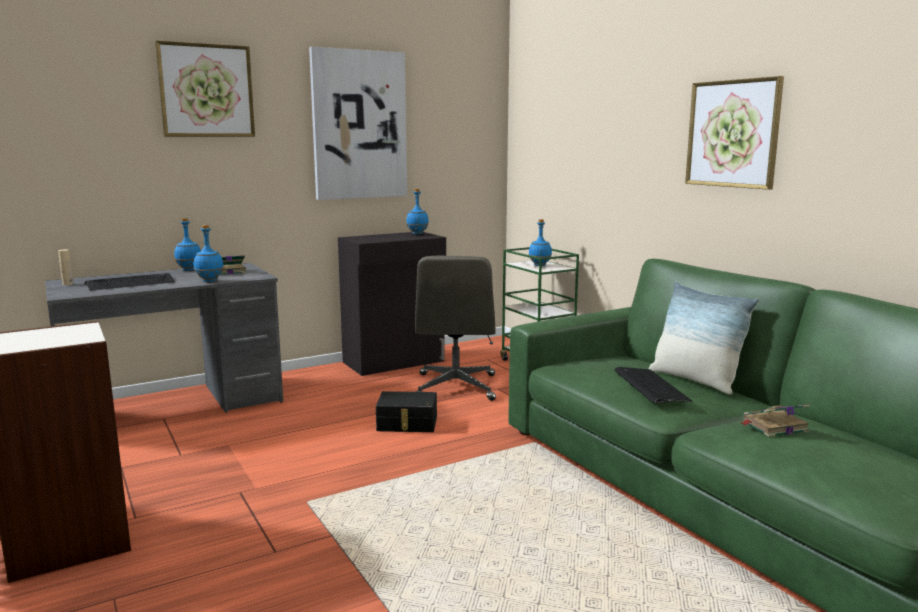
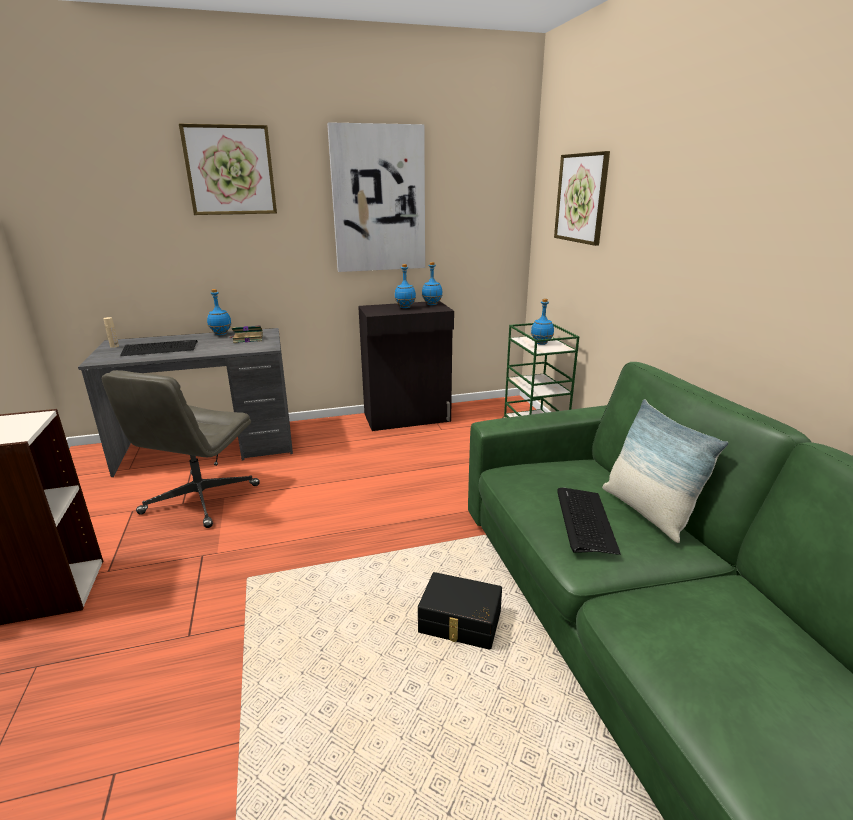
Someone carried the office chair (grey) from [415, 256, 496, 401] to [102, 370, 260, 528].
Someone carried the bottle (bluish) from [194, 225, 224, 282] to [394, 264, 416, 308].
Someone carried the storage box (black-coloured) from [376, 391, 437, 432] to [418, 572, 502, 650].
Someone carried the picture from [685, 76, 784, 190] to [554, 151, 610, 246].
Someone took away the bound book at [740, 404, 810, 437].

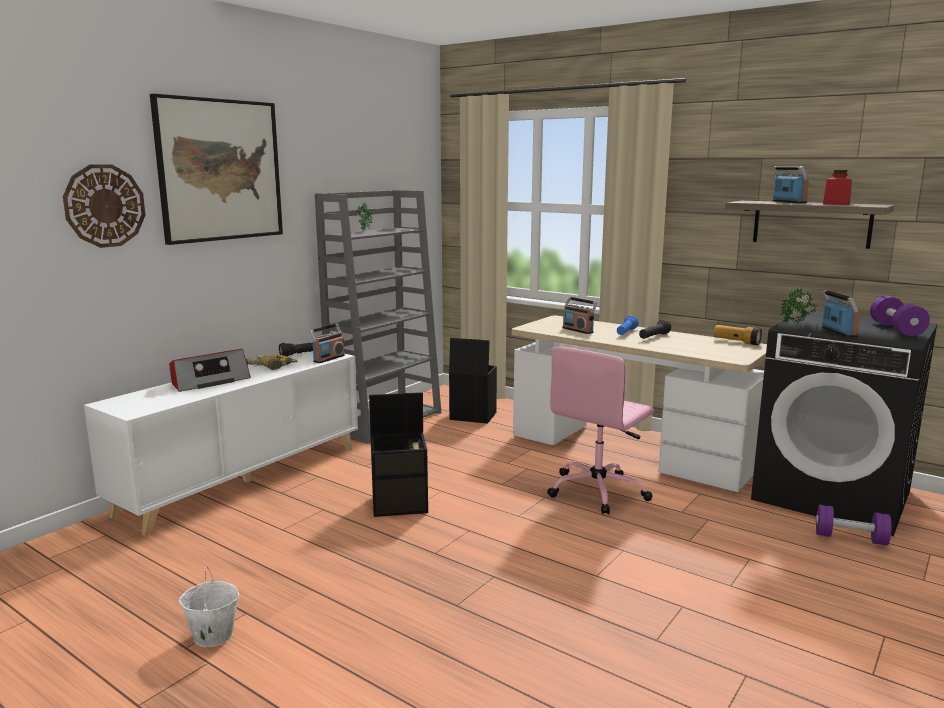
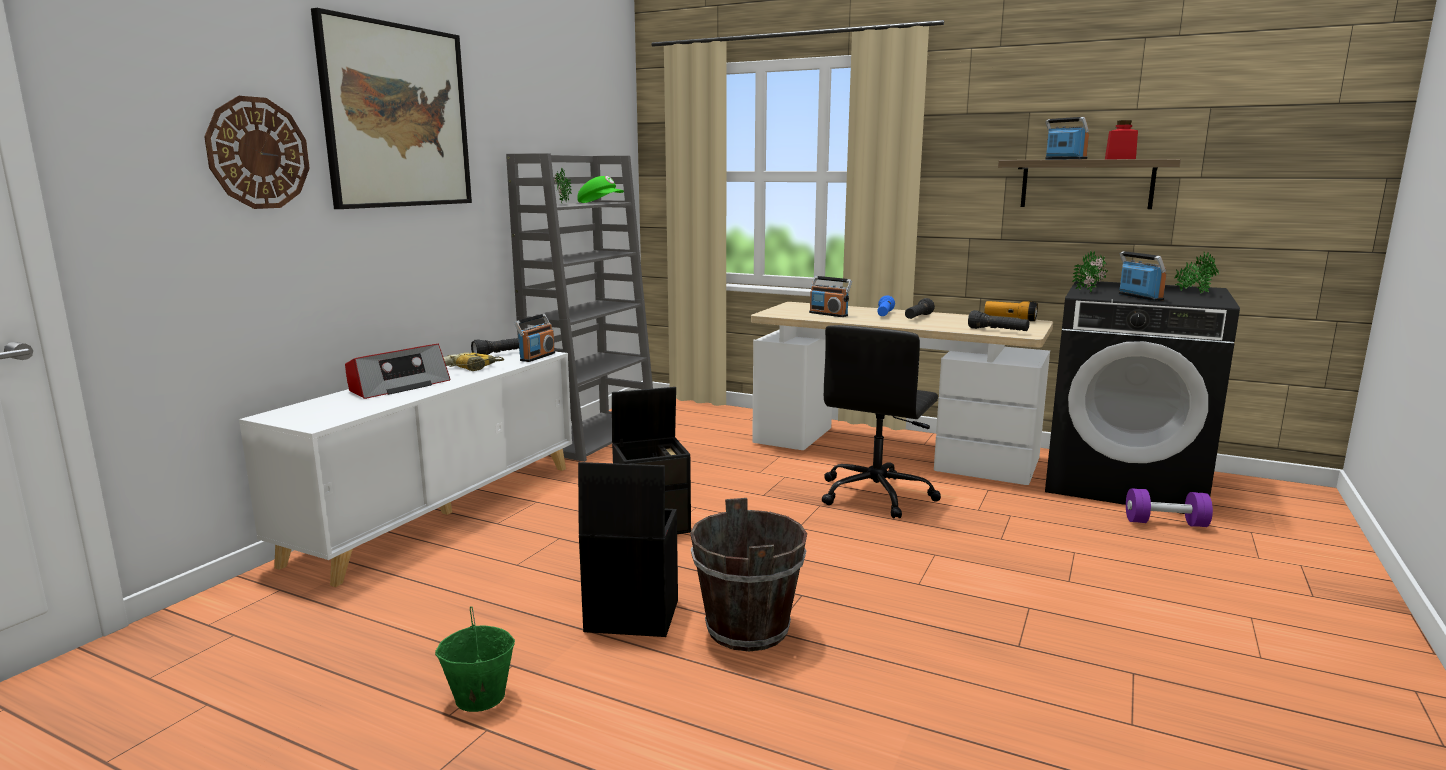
Someone repainted the pail (whitish) at [179, 567, 239, 647], which became the pail (greenish) at [435, 606, 515, 712].
Someone put down the peaked cap (greenish) at [577, 176, 624, 203].
Someone carried the storage box (black-coloured) from [449, 338, 497, 424] to [578, 462, 678, 637].
Someone put down the pail (brown) at [690, 498, 807, 651].
Someone repainted the office chair (pinkish) at [547, 347, 654, 514], which became the office chair (black-coloured) at [822, 325, 941, 519].
Someone put down the flashlight (black-coloured) at [968, 310, 1029, 331].
Someone swapped the free weight (purplish) at [870, 296, 930, 336] for the plant in a pot at [1174, 251, 1219, 294].

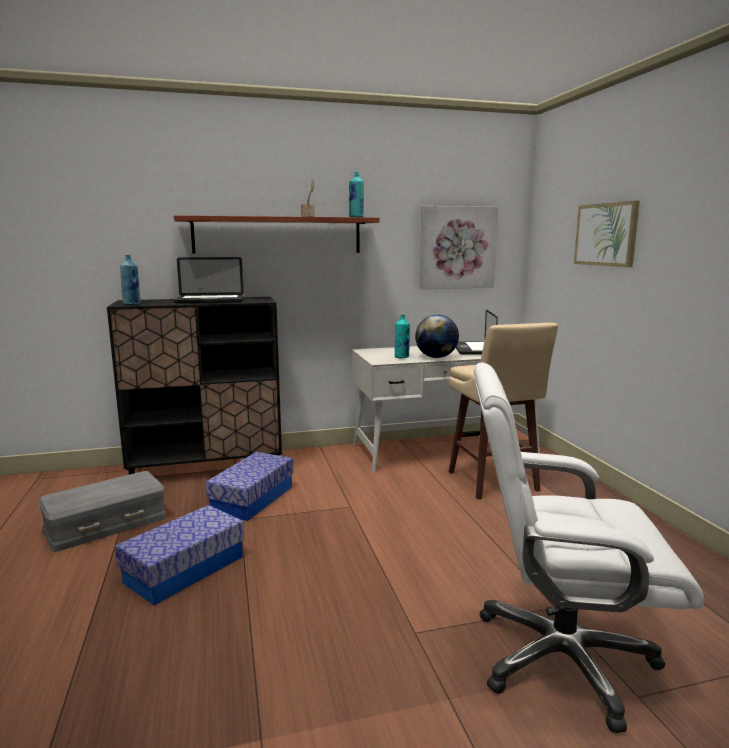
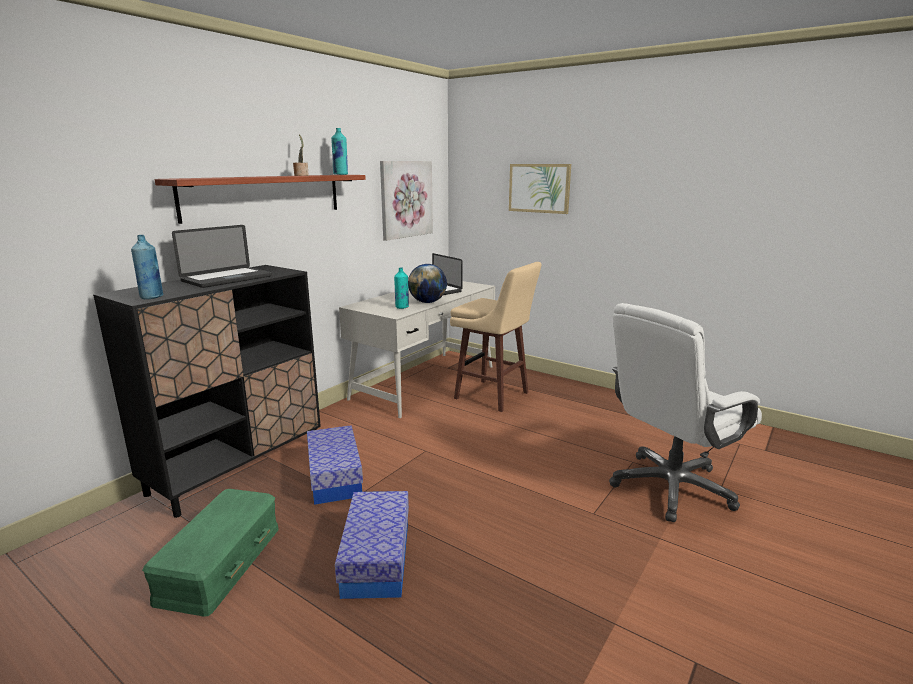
Someone repainted the storage box (grey) at [38, 471, 166, 552], which became the storage box (greenish) at [142, 489, 279, 617].

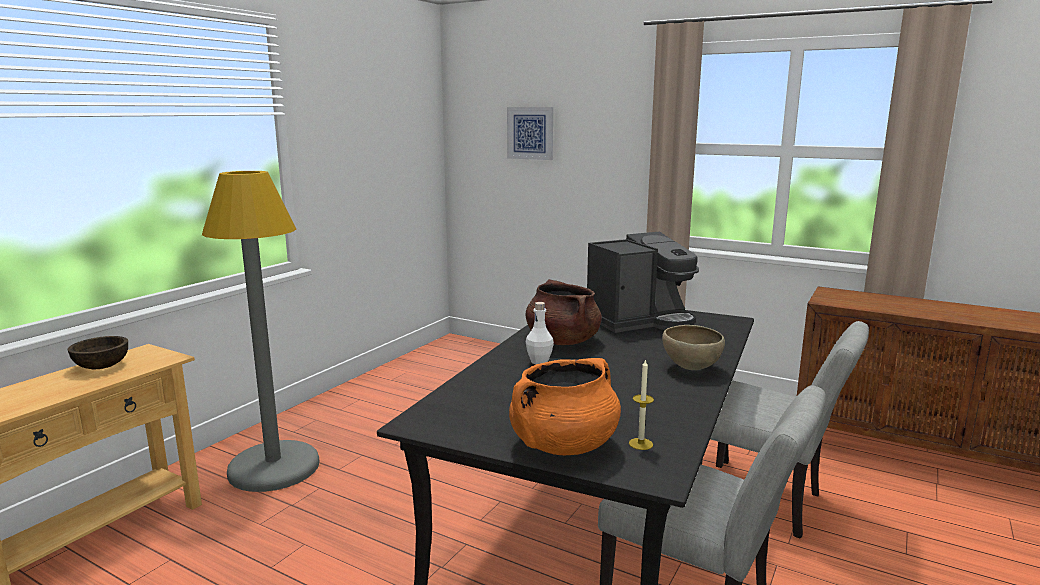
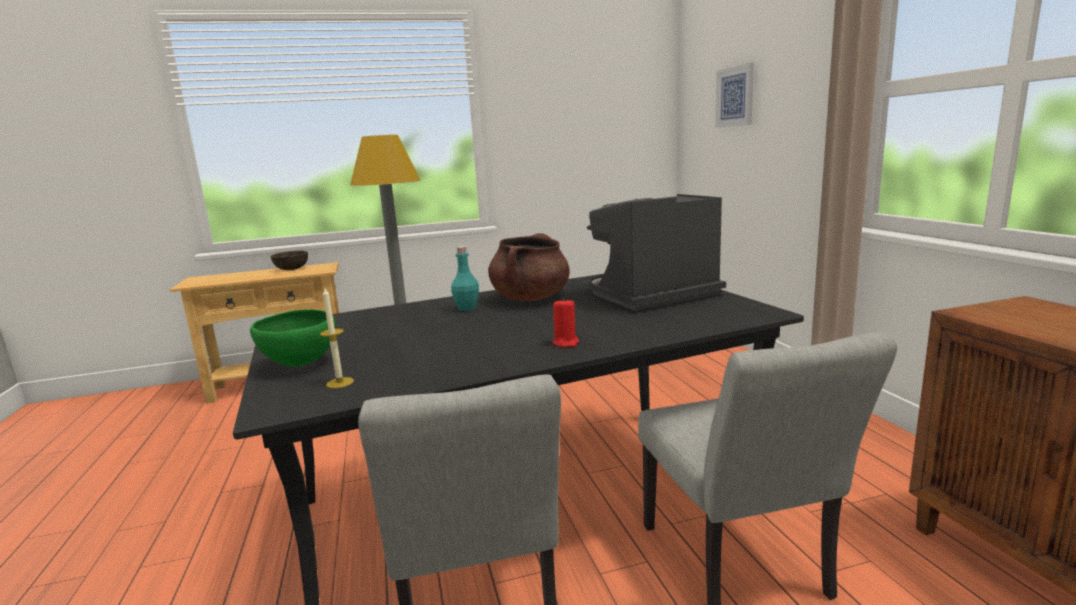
Someone swapped the cooking pot (orangey) at [509, 358, 621, 455] for the bowl (greenish) at [250, 309, 336, 367].
Someone repainted the bottle (whitish) at [526, 302, 554, 364], which became the bottle (turquoise) at [451, 246, 479, 311].
Someone swapped the bowl (brown) at [662, 325, 725, 370] for the wax light (reddish) at [552, 298, 579, 348].
Someone rotated the coffee machine at [587, 232, 699, 333] by 135 degrees clockwise.

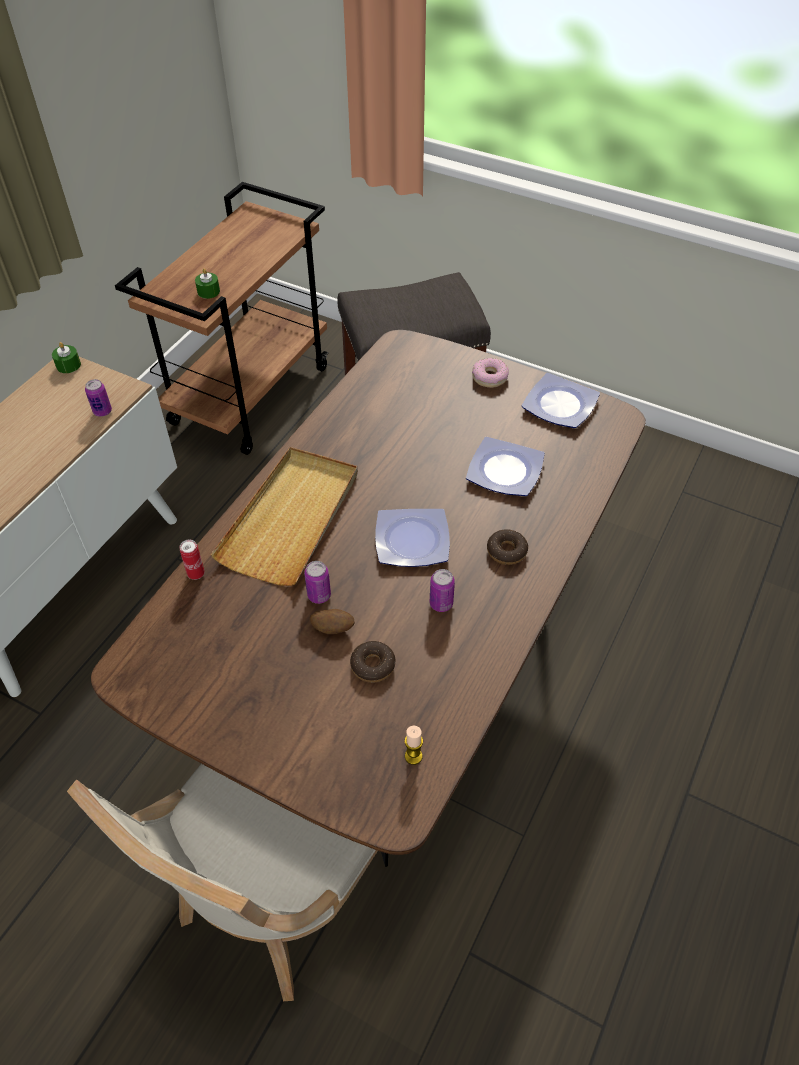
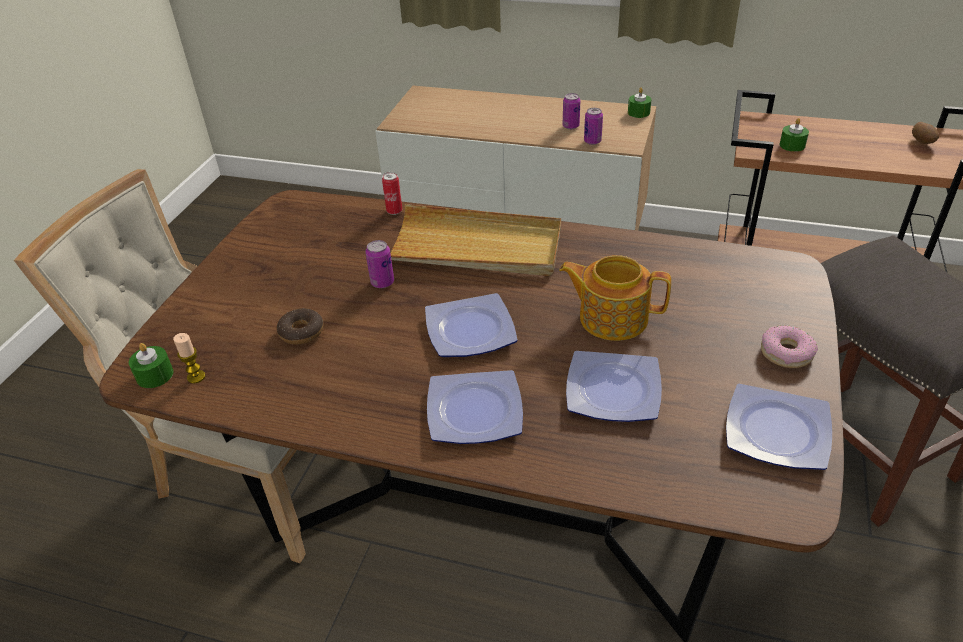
Someone put down the wax light (greenish) at [129, 343, 173, 388].
Someone swapped the ring doughnut at [487, 529, 528, 565] for the flat dish at [427, 370, 523, 444].
Someone put down the teapot at [559, 255, 671, 341].
Someone carried the can from [430, 569, 455, 612] to [563, 93, 580, 129].
Someone carried the spud from [310, 609, 355, 634] to [912, 122, 939, 144].

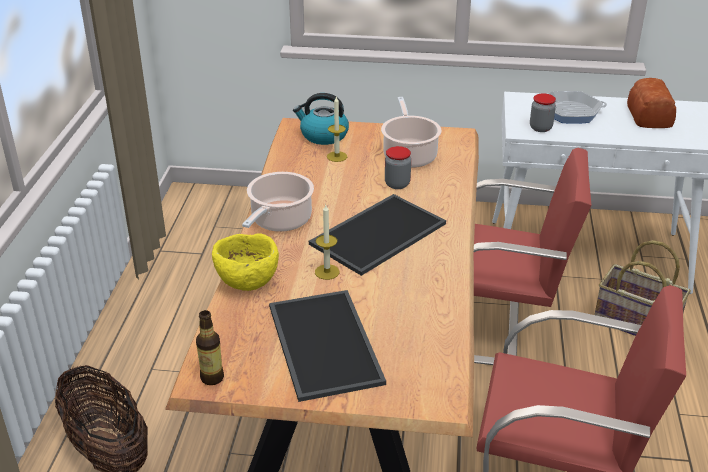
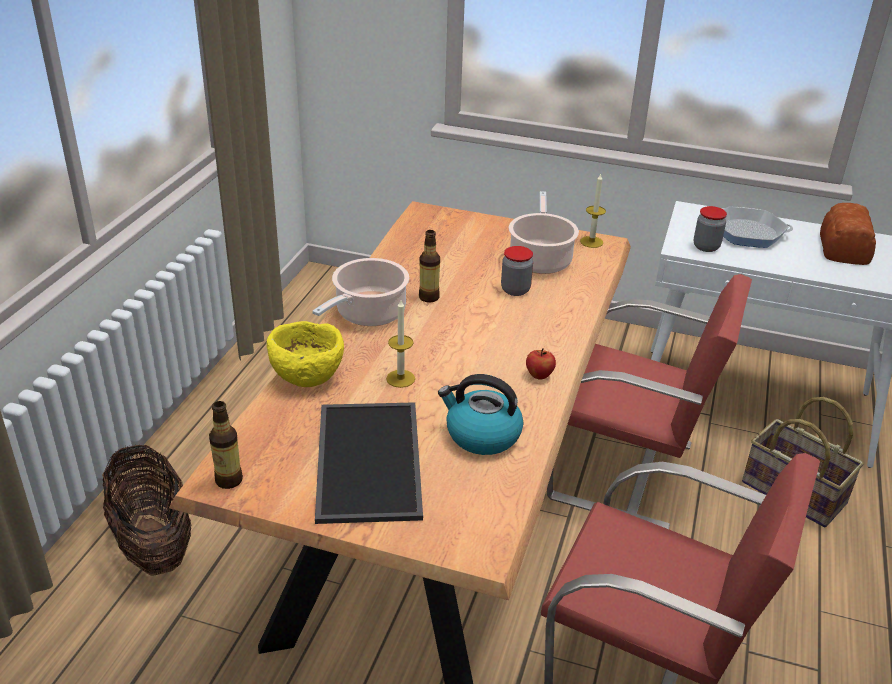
Someone put down the bottle at [419, 230, 440, 303].
Someone carried the water kettle from [293, 93, 349, 145] to [438, 374, 523, 455].
Someone put down the whole apple at [526, 348, 556, 379].
Someone carried the wax light from [327, 97, 347, 162] to [580, 174, 606, 248].
Someone took away the serving tray at [309, 194, 446, 276].

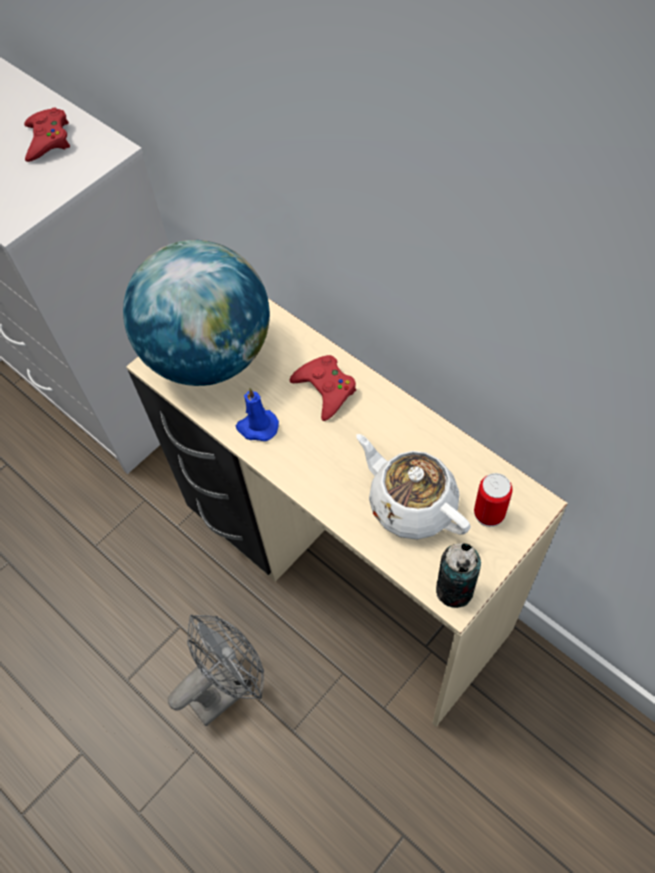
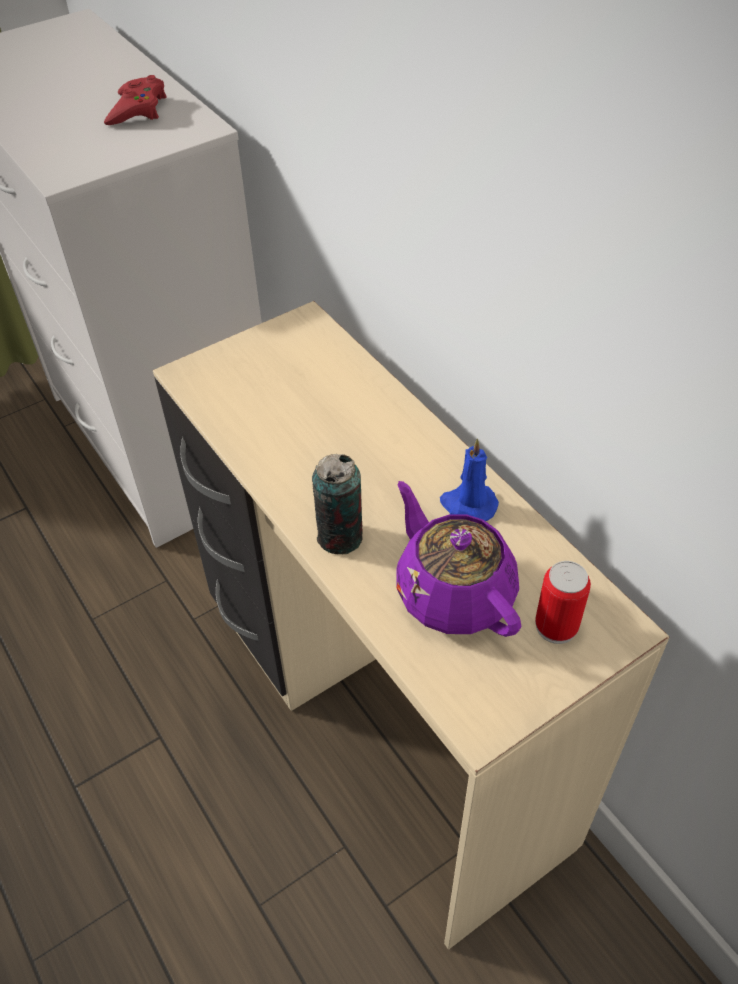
Someone carried the can from [436, 543, 481, 608] to [312, 454, 362, 554].
Someone repainted the teapot (whitish) at [356, 434, 471, 540], which became the teapot (purplish) at [396, 481, 521, 637].
Someone carried the wax light (bluish) from [236, 388, 279, 441] to [440, 439, 499, 521].
Someone took away the world globe at [123, 240, 270, 386].
Someone took away the cooling fan (grey) at [168, 615, 264, 726].
Someone took away the joypad (reddish) at [290, 355, 356, 421].

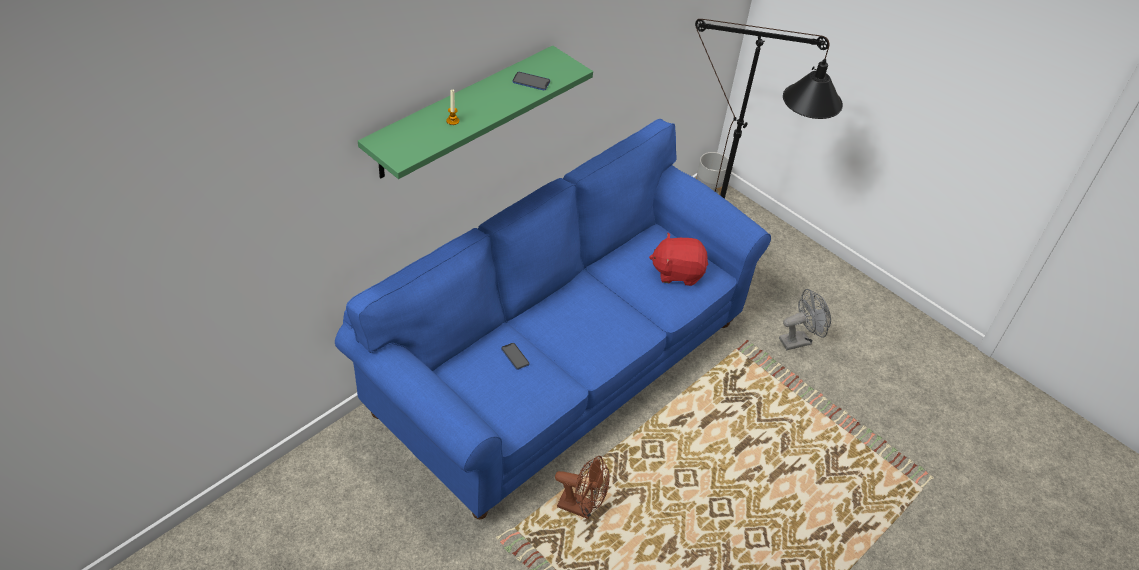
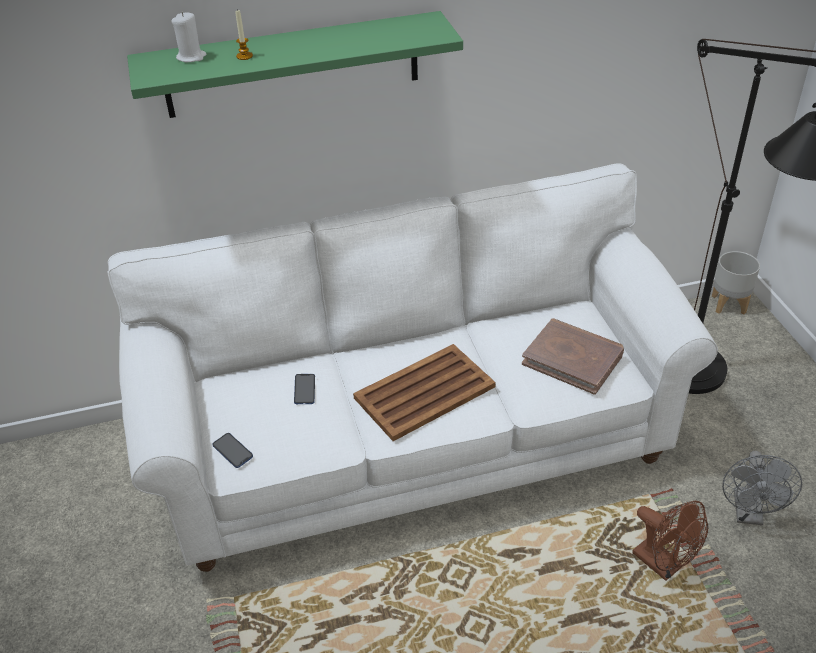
Someone repainted the couch (bluish) at [335, 119, 771, 519], which became the couch (whitish) at [108, 163, 718, 572].
Someone put down the wax light (whitish) at [171, 12, 206, 62].
Someone carried the telephone from [513, 72, 550, 90] to [212, 433, 253, 468].
Someone put down the serving tray (brown) at [353, 344, 496, 441].
Someone swapped the soft toy (reddish) at [649, 233, 708, 286] for the bound book (brown) at [522, 318, 624, 395].
Someone carried the cooling fan (brown) from [555, 456, 609, 519] to [632, 501, 708, 581].
Someone rotated the cooling fan (grey) at [779, 289, 831, 350] by 90 degrees clockwise.

